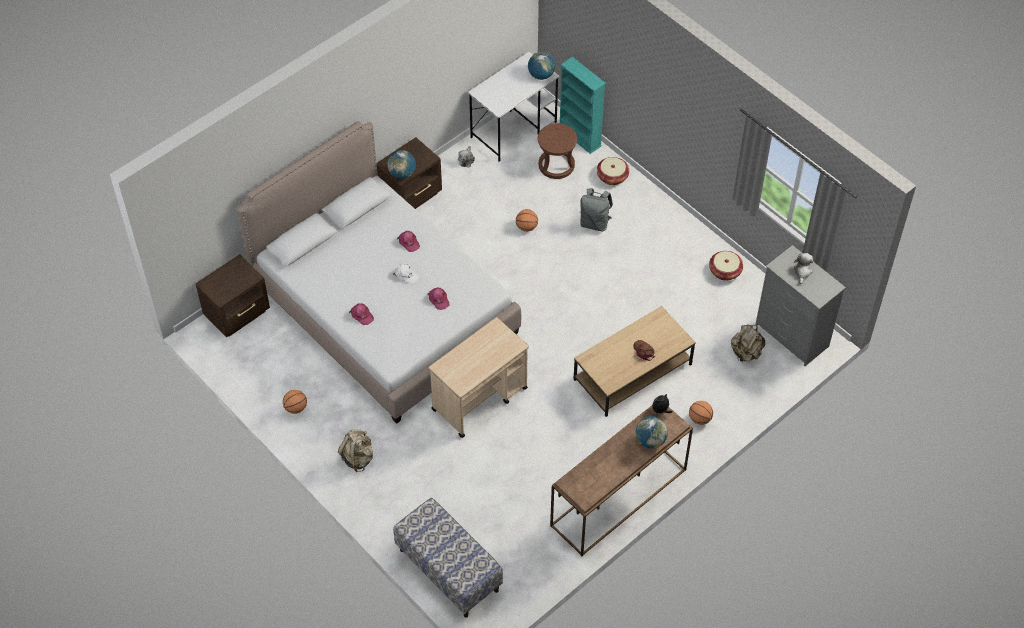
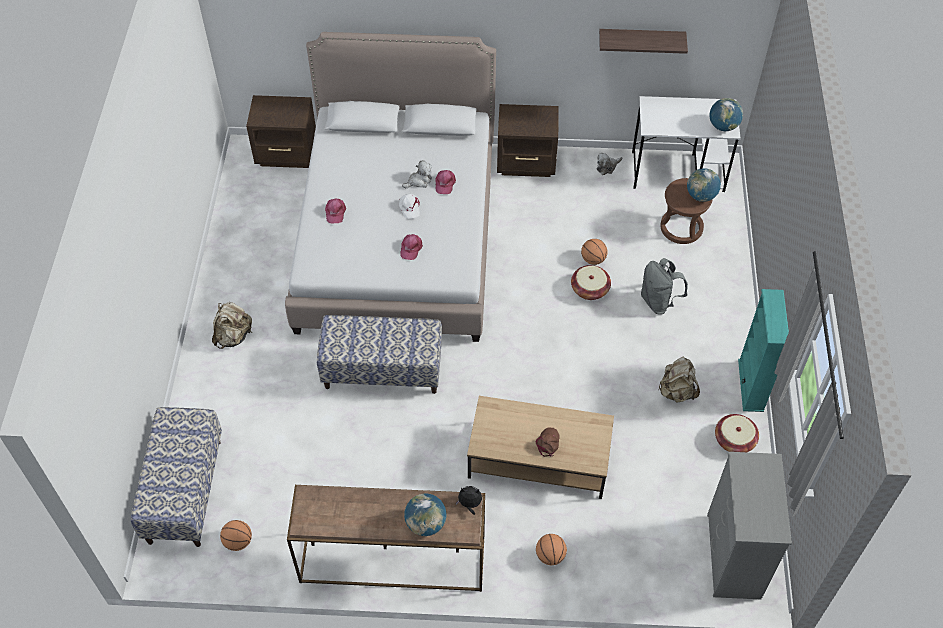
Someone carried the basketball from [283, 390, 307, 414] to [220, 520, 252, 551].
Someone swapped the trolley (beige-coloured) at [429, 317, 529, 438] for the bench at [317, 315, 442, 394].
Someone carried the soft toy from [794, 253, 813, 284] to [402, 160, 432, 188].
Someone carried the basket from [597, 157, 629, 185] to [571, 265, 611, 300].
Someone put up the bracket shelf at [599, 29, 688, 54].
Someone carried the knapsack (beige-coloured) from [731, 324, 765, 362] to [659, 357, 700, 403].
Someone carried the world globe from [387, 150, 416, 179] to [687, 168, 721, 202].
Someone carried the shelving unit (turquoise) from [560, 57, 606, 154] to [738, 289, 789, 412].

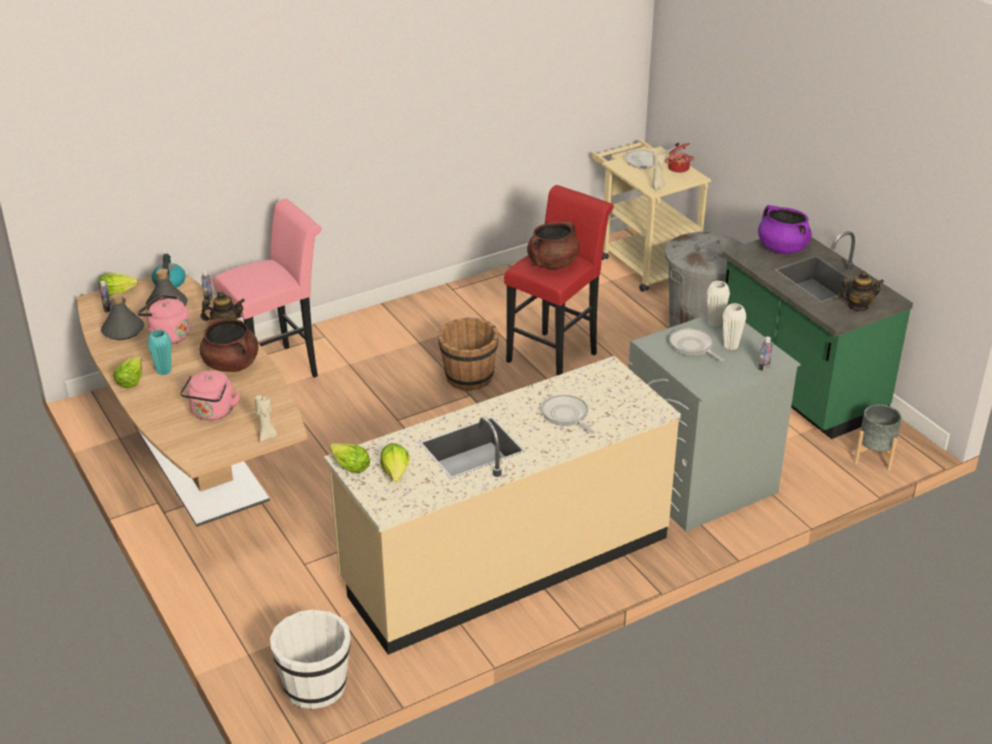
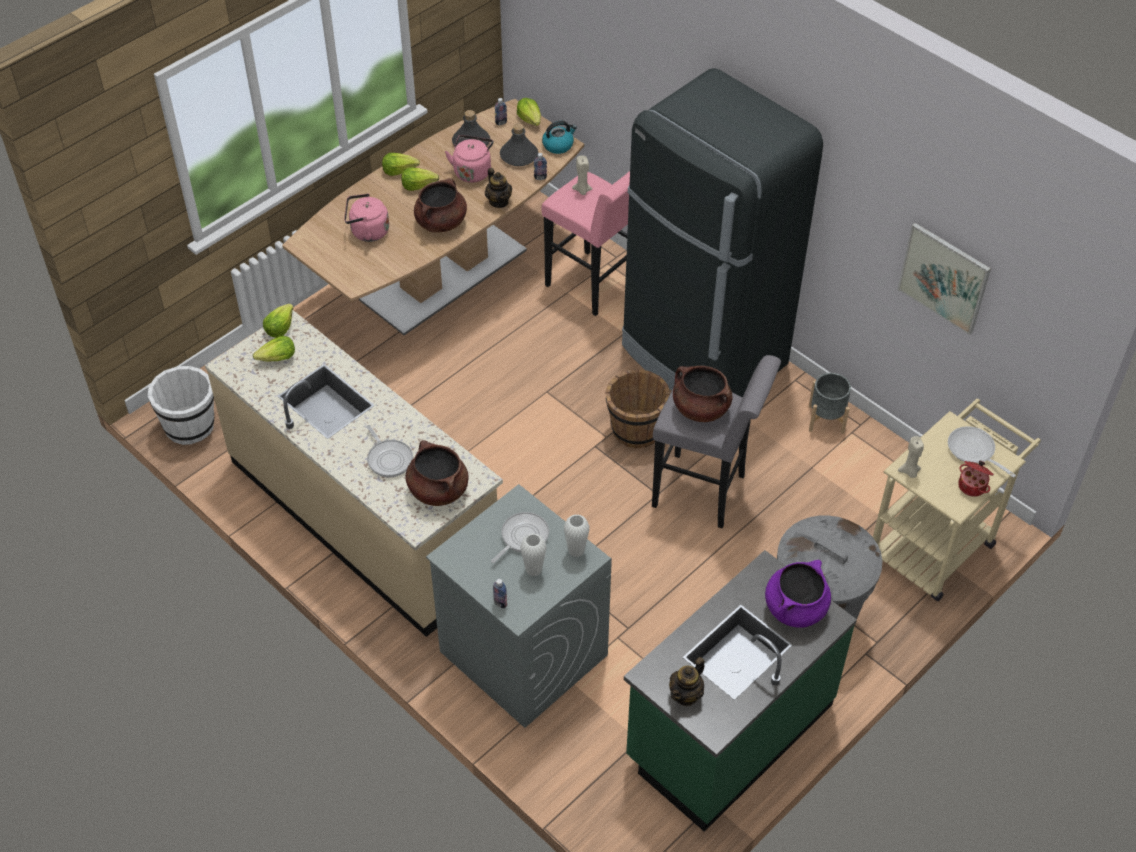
Someone rotated the frying pan at [542, 395, 595, 434] by 105 degrees clockwise.
Someone swapped the vase (turquoise) at [148, 330, 171, 375] for the lettuce head at [401, 168, 439, 191].
Someone put down the cooking pot (brown) at [406, 440, 469, 506].
Someone carried the wax light (beige-coloured) from [255, 395, 277, 442] to [572, 156, 593, 195].
Someone put down the refrigerator (black-coloured) at [622, 68, 823, 397].
Someone repainted the sitting stool (reddish) at [504, 185, 614, 376], which became the sitting stool (grey) at [652, 355, 781, 528].
Someone rotated the teapot at [838, 271, 884, 311] by 60 degrees clockwise.
Someone carried the planter (grey) from [854, 404, 902, 471] to [809, 373, 851, 434].
Someone put up the picture at [897, 223, 991, 335].

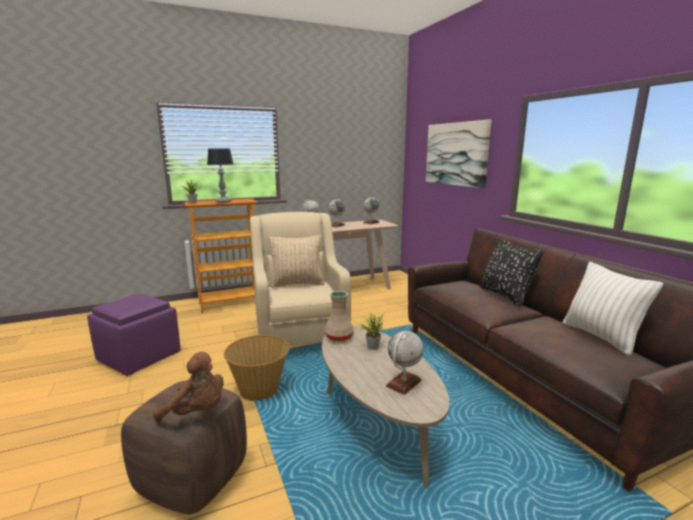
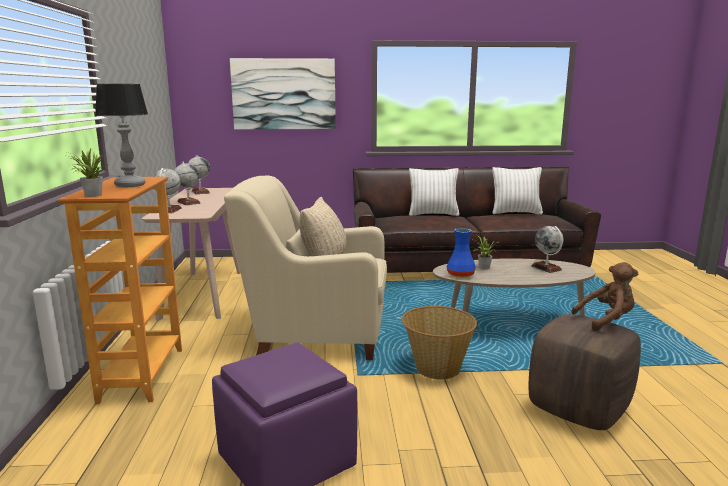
Someone repainted the cushion (black-coloured) at [480, 238, 543, 307], which became the cushion (whitish) at [409, 168, 459, 216].
Someone repainted the vase (beige-coloured) at [325, 291, 354, 342], which became the vase (bluish) at [447, 228, 476, 278].
Someone rotated the soft toy (brown) at [153, 352, 224, 422] by 45 degrees clockwise.

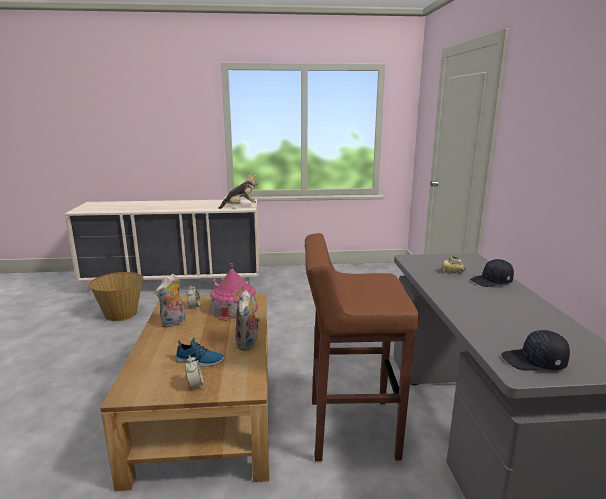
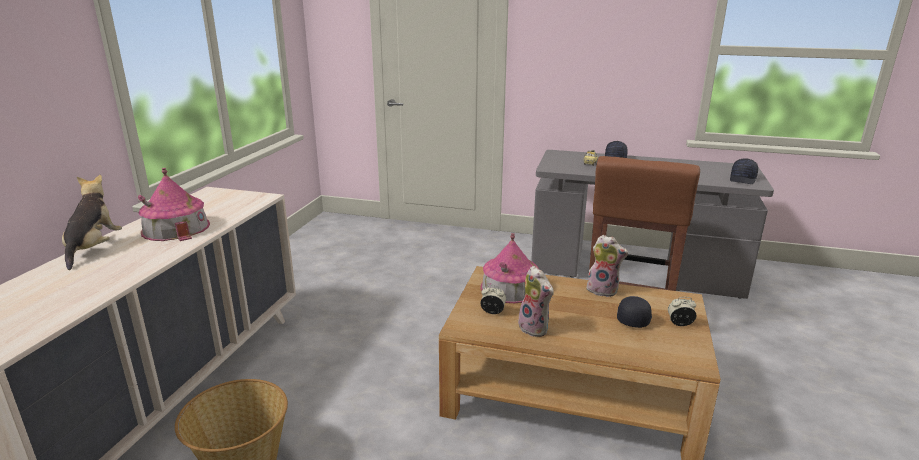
Someone carried the soft toy from [218, 173, 258, 209] to [62, 175, 122, 270].
Someone put down the model house at [138, 168, 210, 241].
Someone swapped the item of footwear at [176, 337, 224, 367] for the peaked cap (black-coloured) at [617, 296, 652, 328].

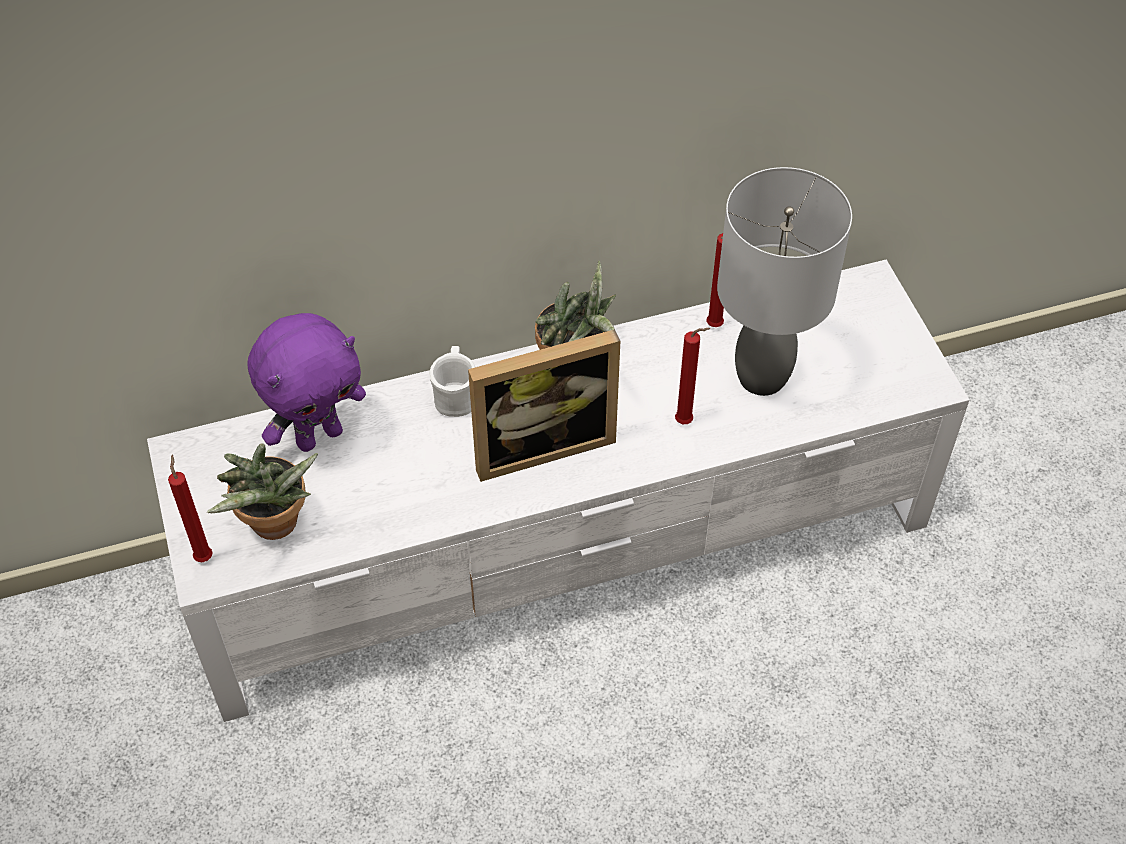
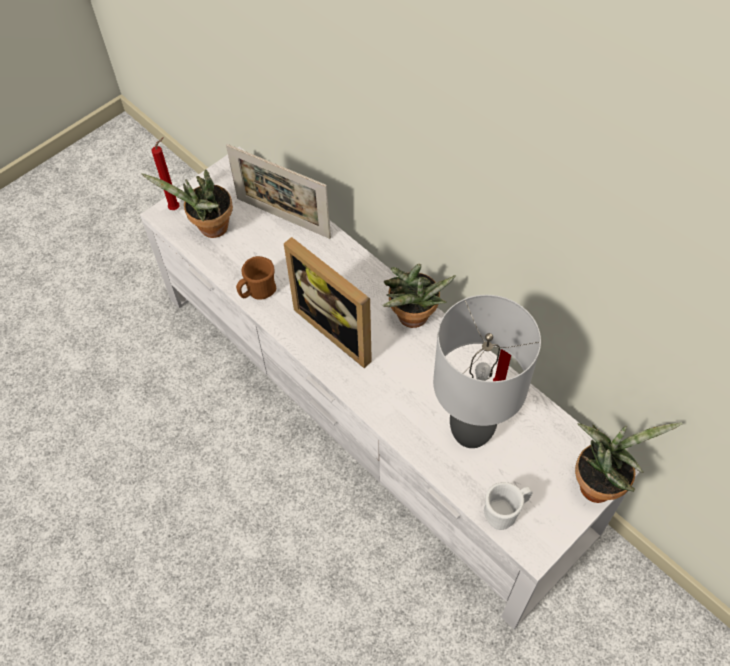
Someone swapped the soft toy (purplish) at [247, 313, 366, 452] for the standing frame at [226, 144, 331, 239].
Someone put down the coffee mug (brown) at [236, 256, 276, 300].
Someone carried the coffee mug (whitish) from [429, 346, 475, 417] to [484, 482, 533, 530].
Someone put down the plant in a pot at [575, 422, 683, 503].
Someone took away the wax light (reddish) at [675, 328, 710, 424].

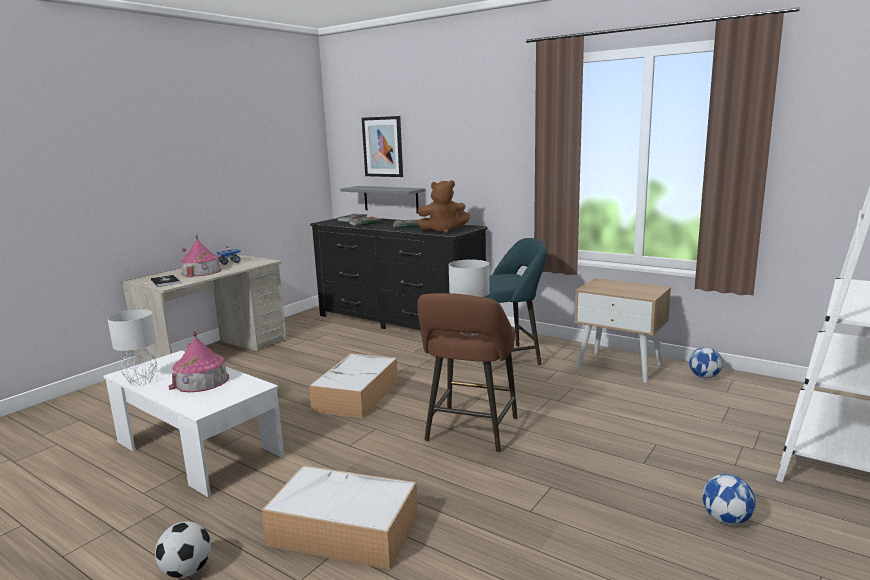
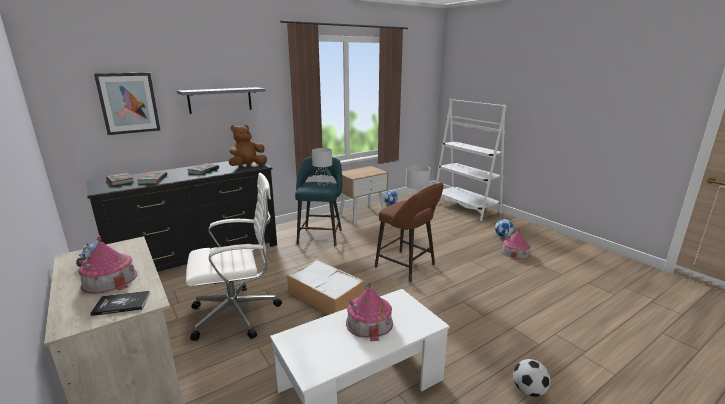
Someone carried the bracket shelf (grey) from [340, 186, 425, 214] to [177, 87, 266, 114].
Someone put down the office chair (whitish) at [186, 173, 282, 341].
Someone rotated the soft toy (brown) at [418, 180, 470, 234] by 150 degrees counterclockwise.
Someone carried the tabletop lamp (grey) from [107, 309, 157, 386] to [312, 148, 332, 186].
Someone put down the model house at [501, 228, 531, 260].
Someone took away the storage box at [262, 466, 418, 570].

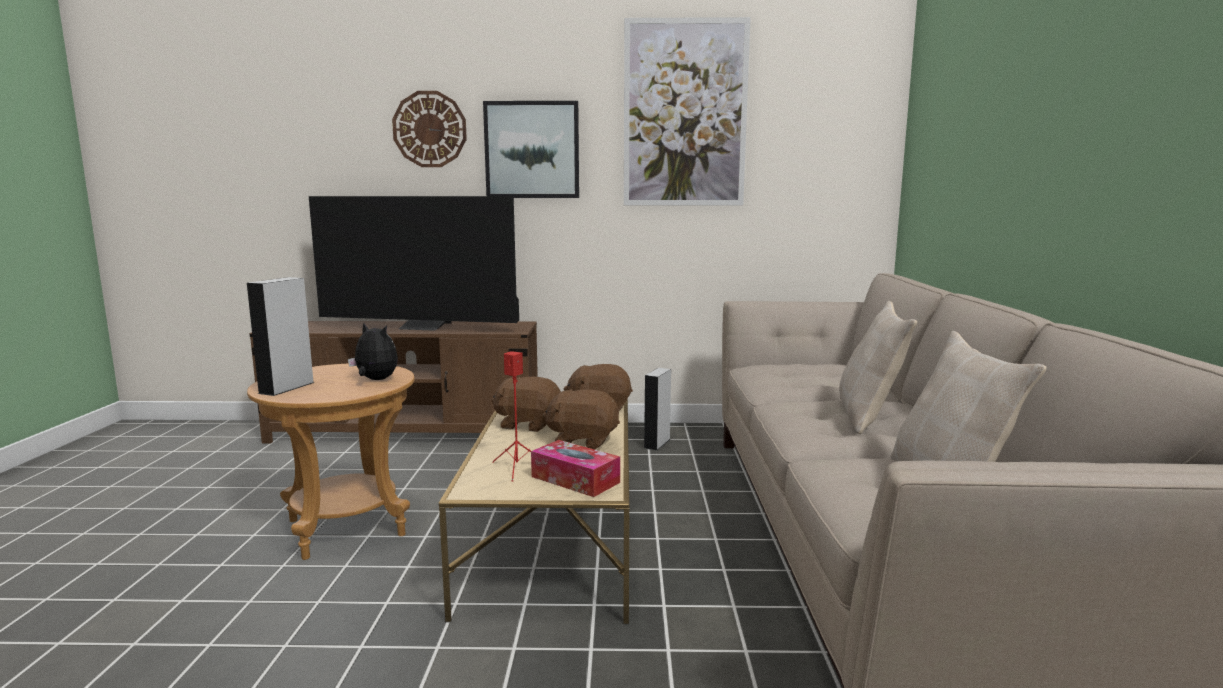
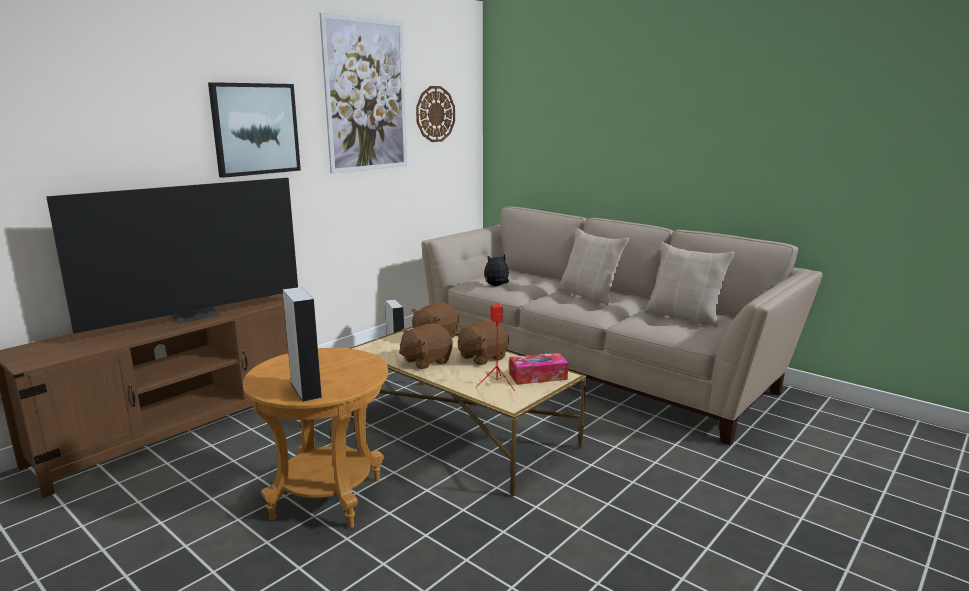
Someone carried the clock on the wall from [392, 91, 467, 167] to [416, 86, 455, 142].
Someone carried the soft toy from [348, 323, 398, 380] to [484, 254, 509, 286].

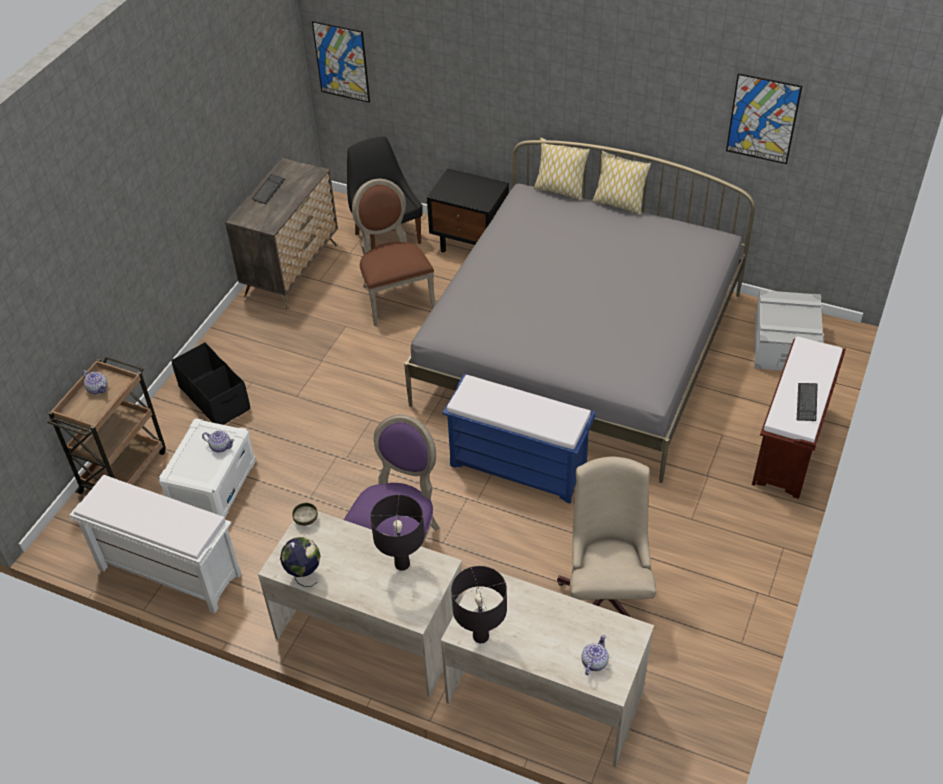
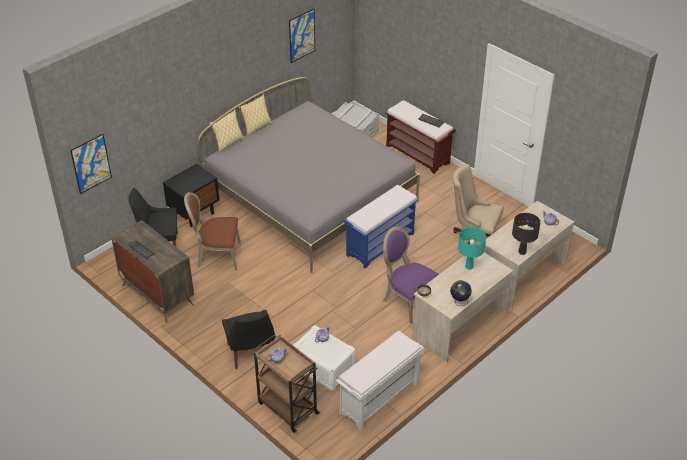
Someone swapped the storage box (black-coloured) at [171, 342, 250, 425] for the plain chair (black-coloured) at [222, 310, 275, 369].
Someone repainted the tabletop lamp (black-coloured) at [370, 495, 425, 571], which became the tabletop lamp (turquoise) at [458, 227, 486, 270].

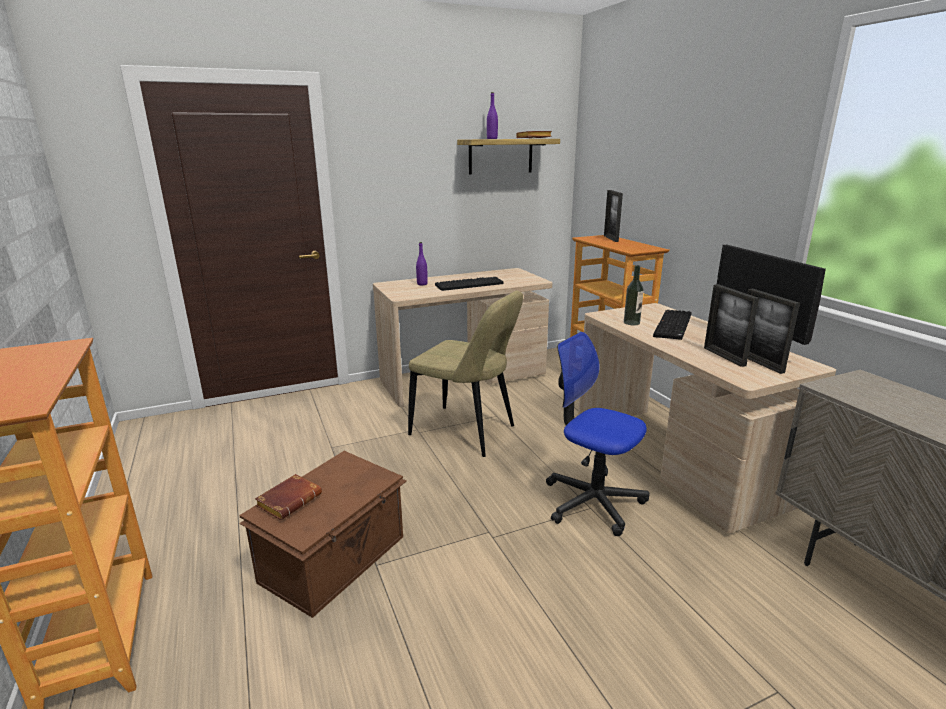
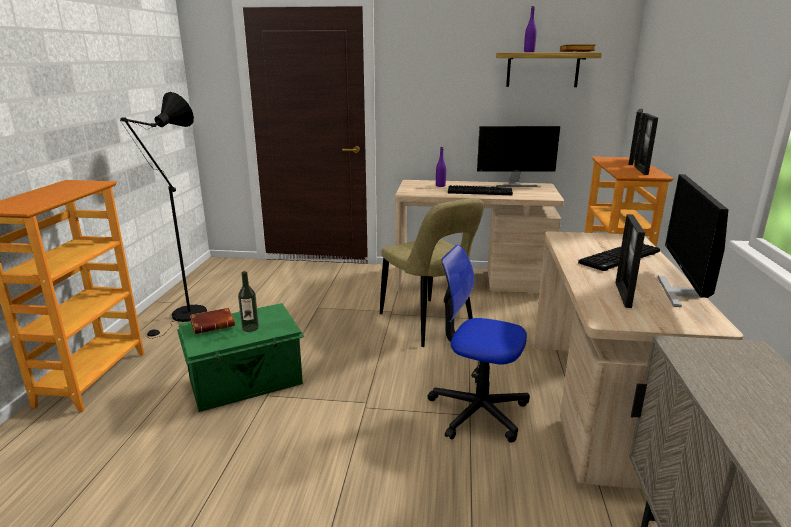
Someone put down the standing lamp (black-coloured) at [120, 92, 207, 339].
Someone repainted the storage box (brown) at [239, 451, 407, 618], which became the storage box (greenish) at [177, 303, 305, 412].
Someone carried the bottle from [624, 265, 644, 325] to [238, 271, 259, 332].
Someone rotated the office chair at [546, 332, 650, 536] by 45 degrees counterclockwise.
Someone put down the monitor at [477, 126, 560, 187].
Someone carried the standing frame from [747, 289, 800, 374] to [634, 113, 658, 175].

